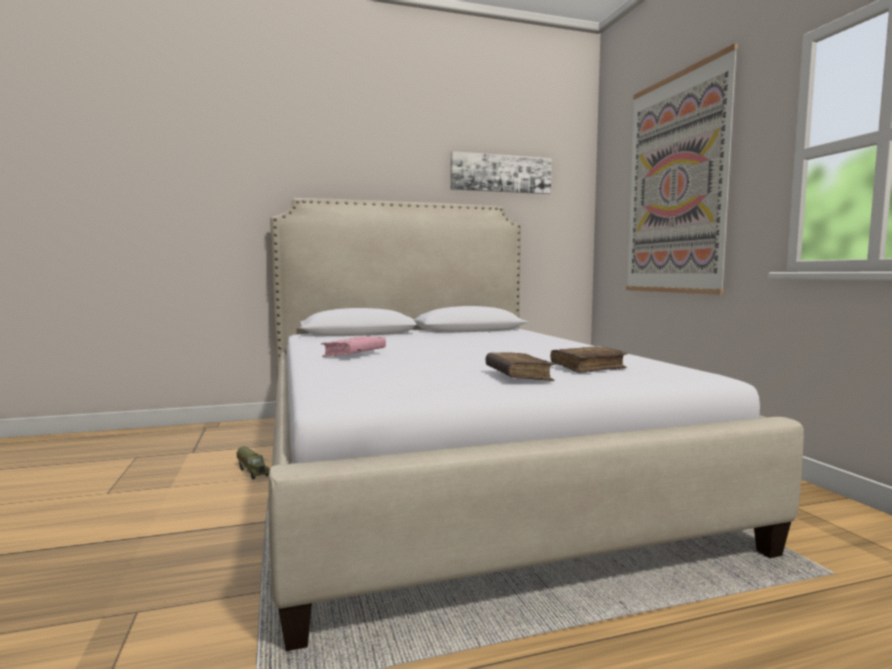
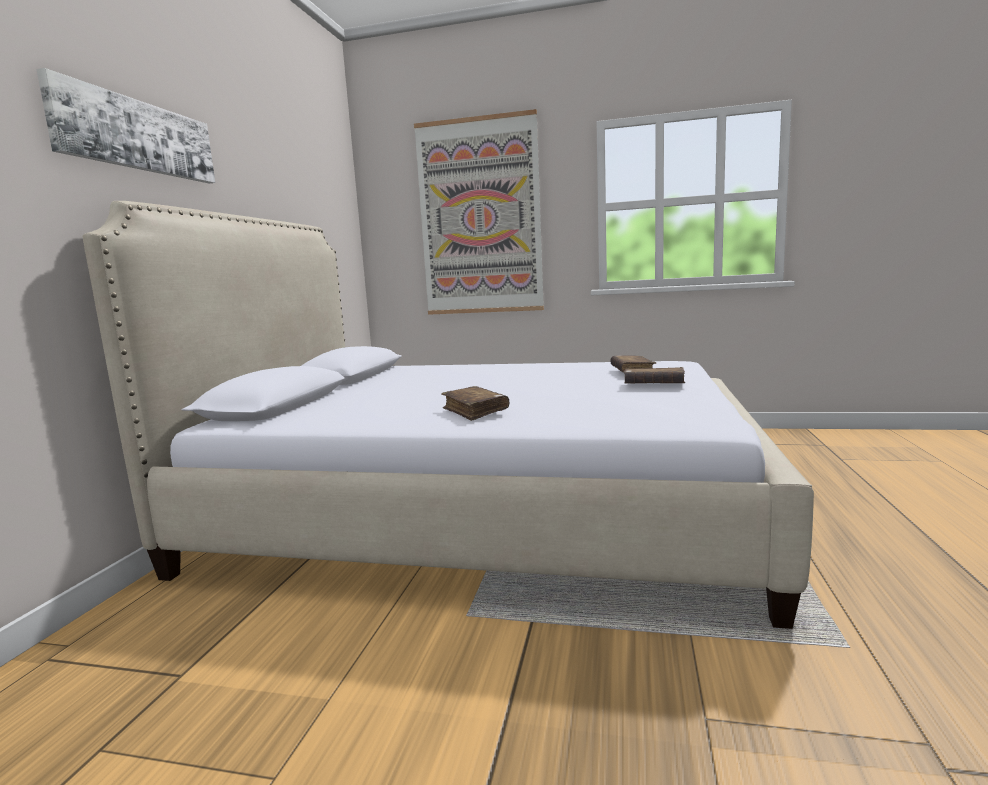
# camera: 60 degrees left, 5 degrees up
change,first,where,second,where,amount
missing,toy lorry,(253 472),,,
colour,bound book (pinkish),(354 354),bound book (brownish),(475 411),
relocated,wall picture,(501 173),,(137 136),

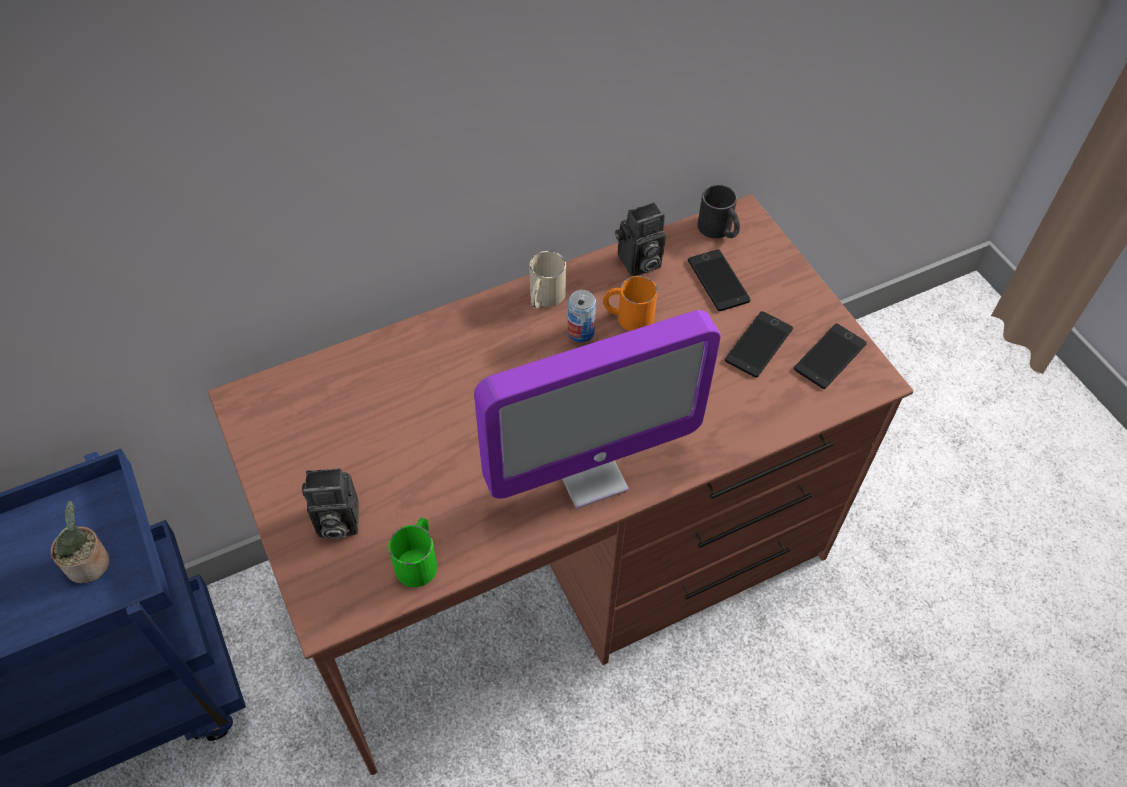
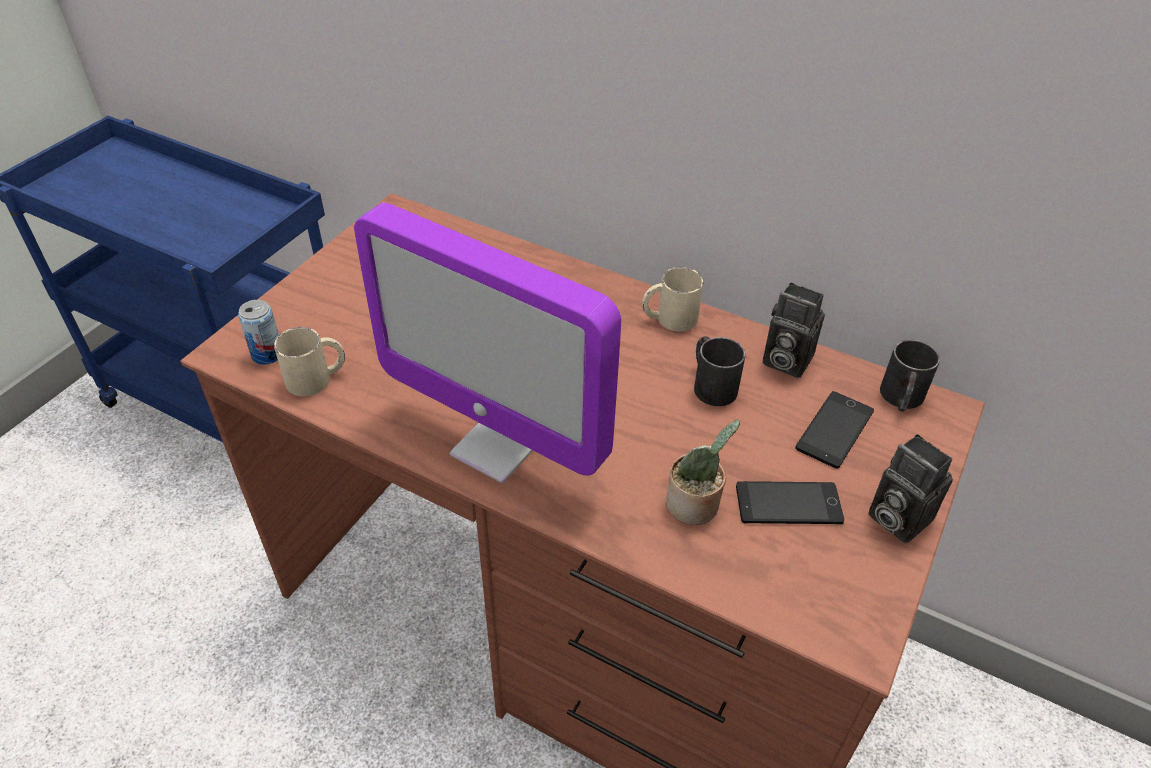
# camera: 55 degrees right, 10 degrees down
change,first,where,second,where,amount
relocated,potted plant,(91 563),,(695 506),
relocated,still camera,(335 522),,(895 517),
colour,tea mug (green),(419 559),tea mug (beige),(317 378),
relocated,sealed can,(581 332),,(267 354),
colour,tea mug (orange),(628 317),tea mug (black),(710 384),
missing,telephone,(830 356),,,

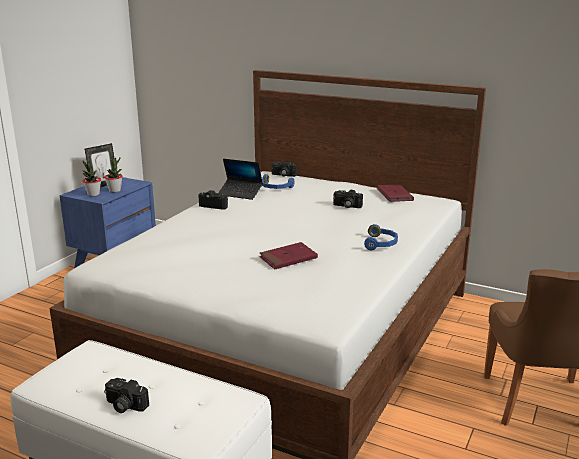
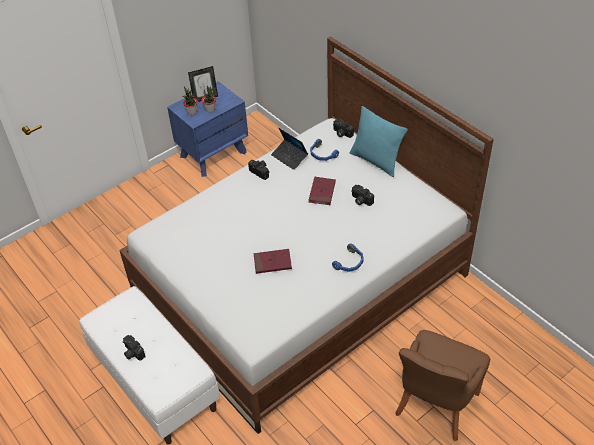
# camera: 25 degrees right, 25 degrees up
change,first,where,second,where,amount
relocated,bound book (reddish),(394 195),,(322 192),
appeared,,,cushion (turquoise),(375 161),

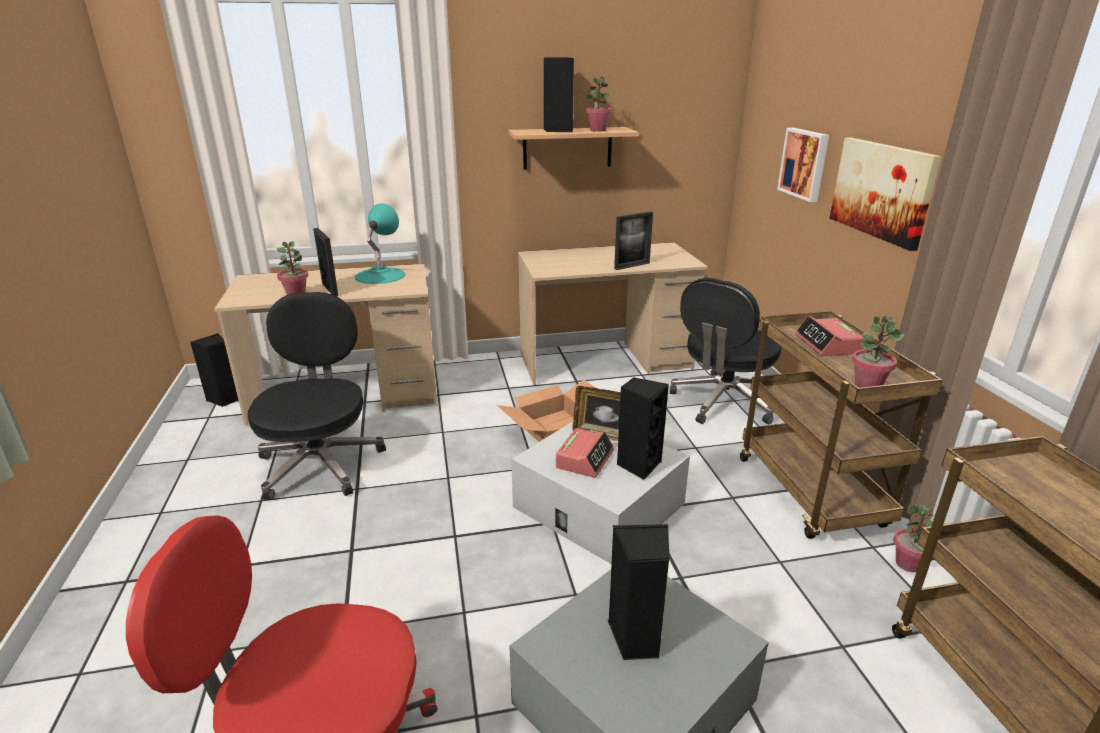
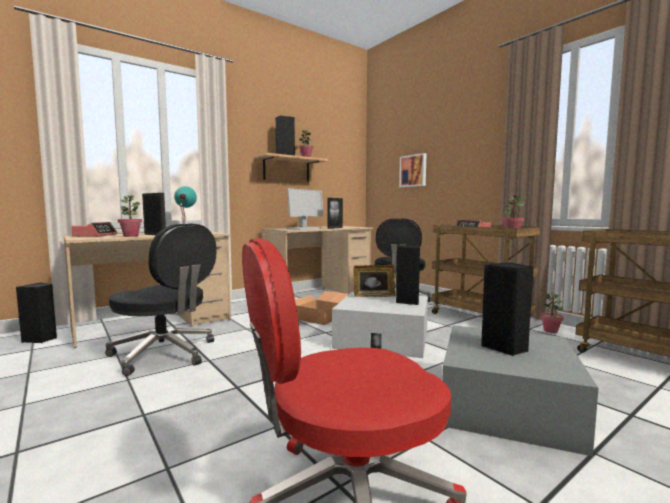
# camera: 25 degrees left, 20 degrees down
change,first,where,second,where,amount
spun,desk chair (black),(321 463),,(165 354),150 degrees clockwise
relocated,bedside clock,(585 459),,(95 235),
missing,wall picture,(882 190),,,
appeared,,,computer display,(304 228),

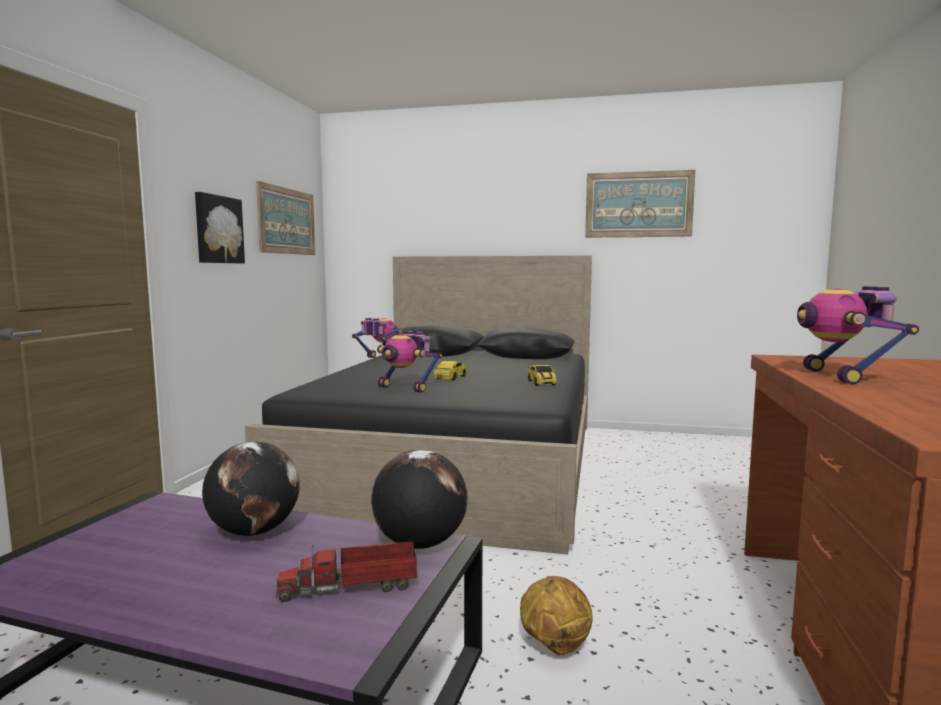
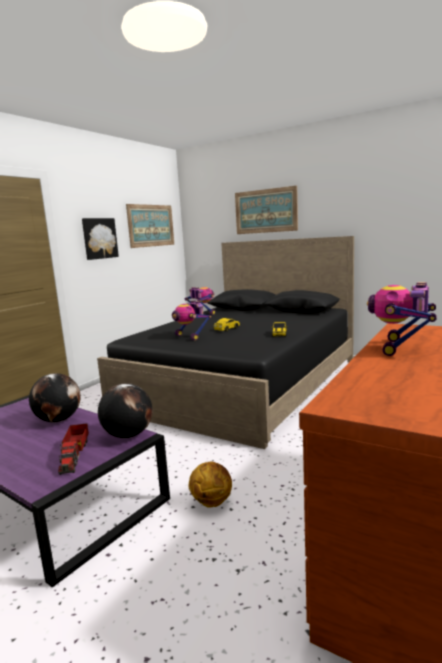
# camera: 20 degrees right, 5 degrees up
change,first,where,second,where,amount
spun,toy lorry,(352 587),,(75 455),105 degrees counterclockwise
relocated,wall picture,(638 204),,(265 211),

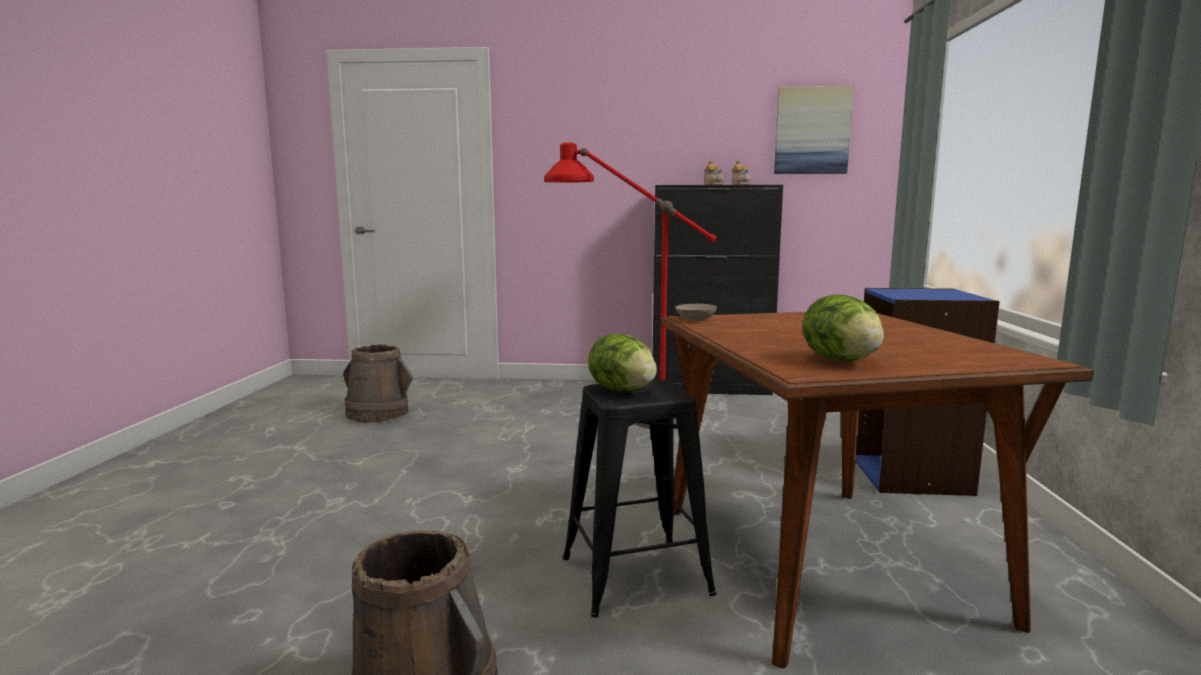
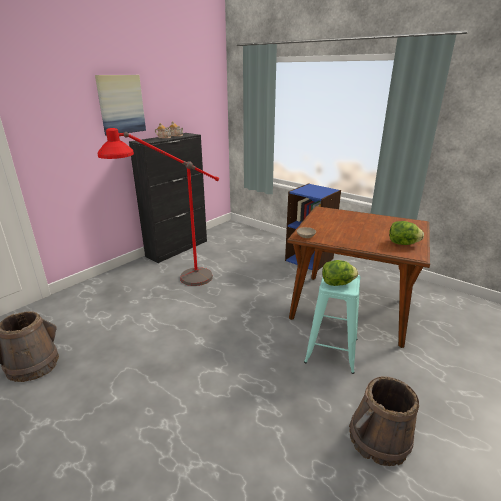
# camera: 55 degrees left, 15 degrees up
change,first,where,second,where,amount
colour,sitting stool (black),(635 576),sitting stool (turquoise),(331 350),
relocated,wall picture,(812 130),,(121 104),

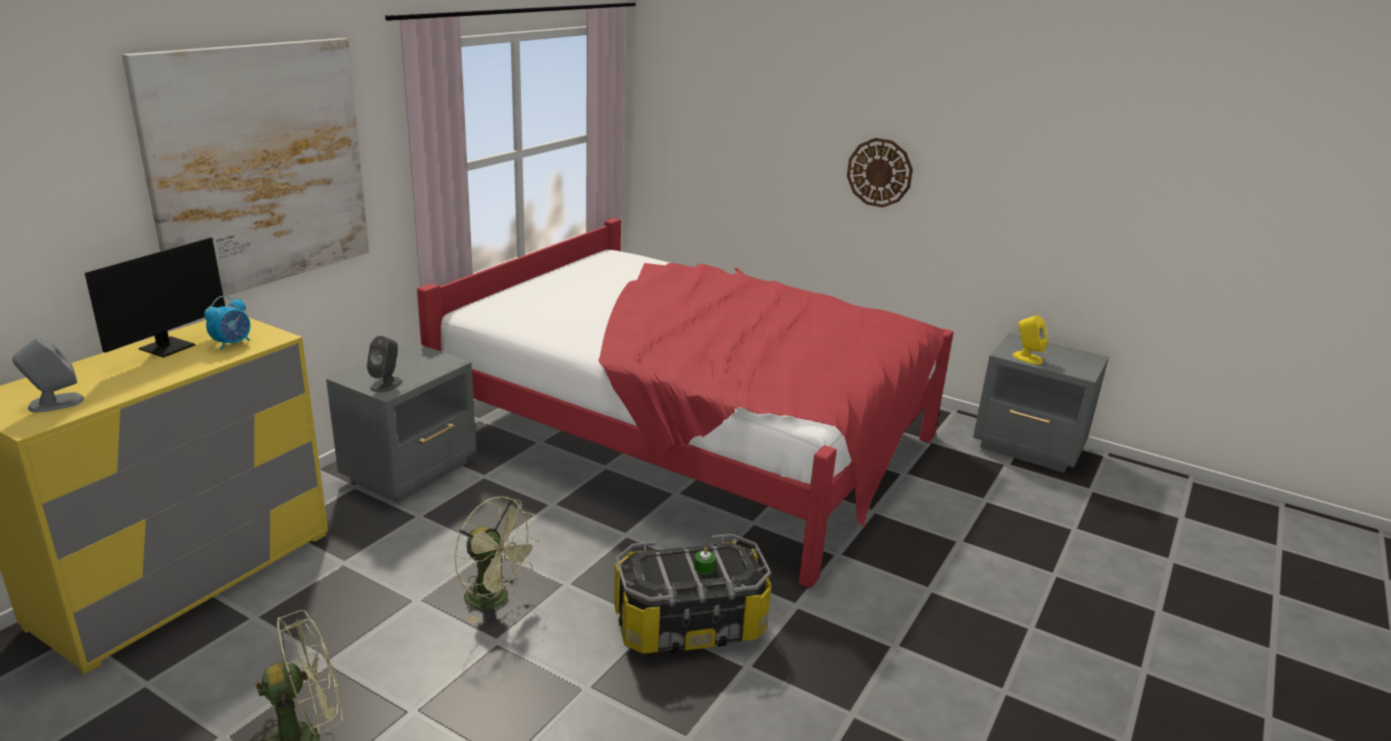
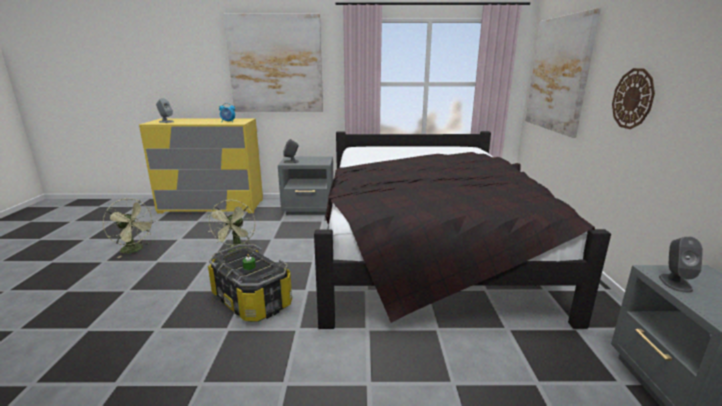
# camera: 60 degrees right, 5 degrees down
change,first,where,second,where,amount
missing,computer display,(174 345),,,
colour,bedroom bed (reddish),(692 436),bedroom bed (black),(426 248),
colour,speaker (yellow),(1027 358),speaker (gray),(675 283),
appeared,,,wall picture,(558 74),

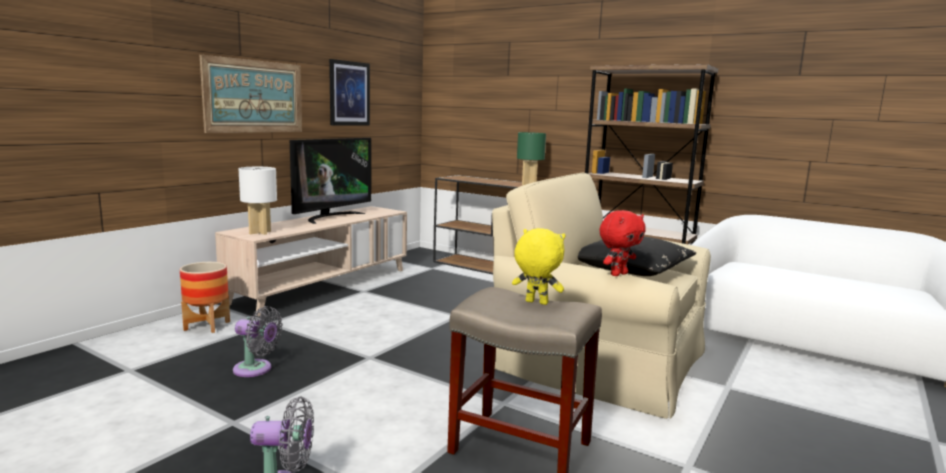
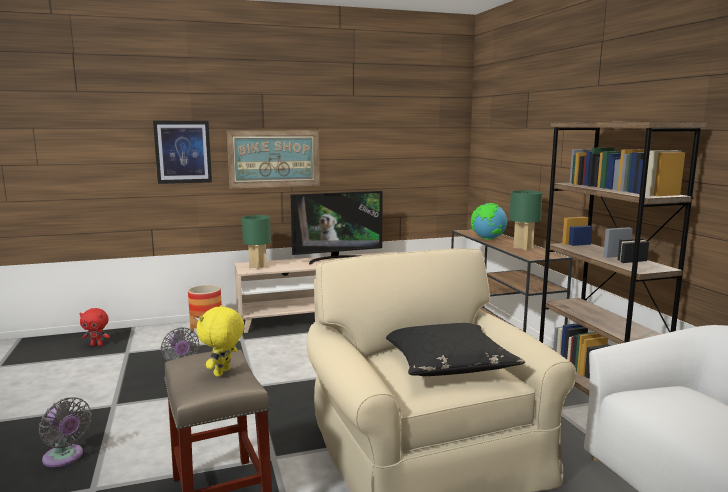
# camera: 40 degrees right, 0 degrees up
change,first,where,second,where,amount
colour,tabletop lamp (white-coloured),(259 232),tabletop lamp (green),(257 267),
relocated,wall picture,(349 93),,(183 152),
spun,cuddly toy (yellow),(536 303),,(223 373),135 degrees counterclockwise
relocated,cuddly toy (reddish),(618 274),,(97 345),
appeared,,,desk globe,(487 239),

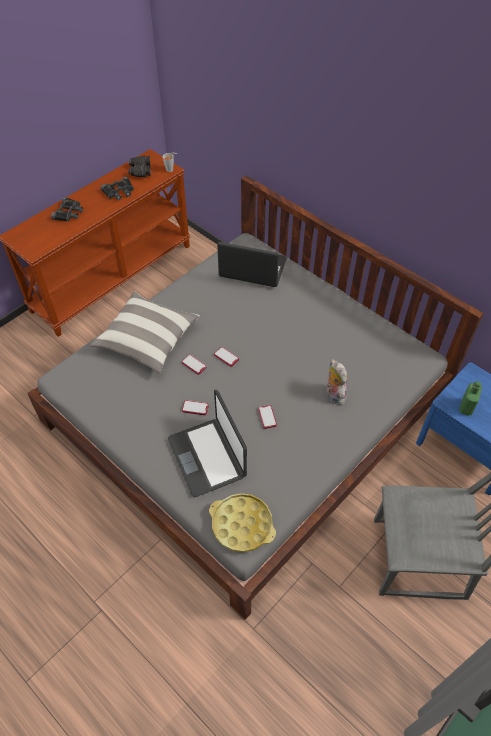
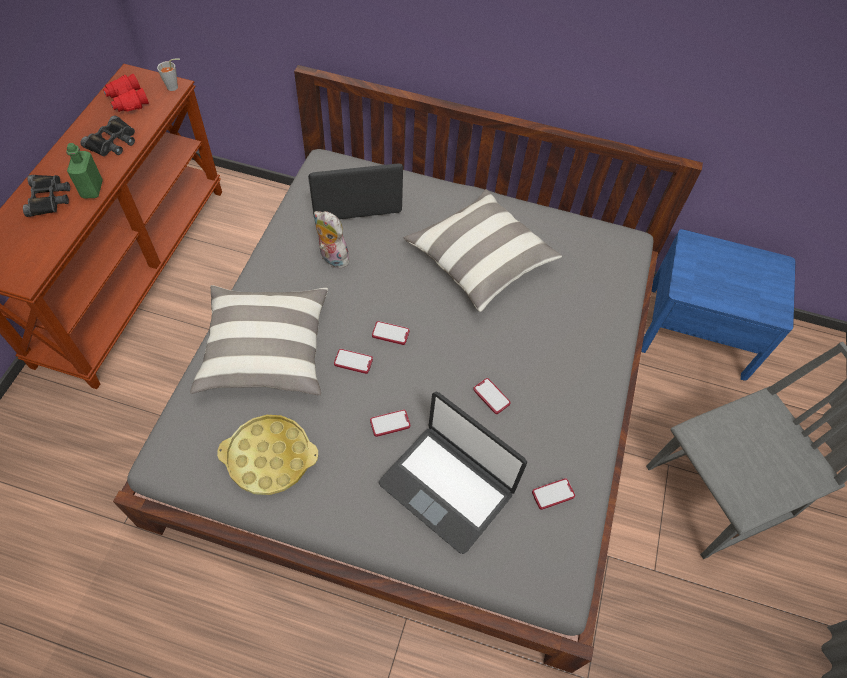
# camera: 30 degrees left, 5 degrees up
change,first,where,second,where,amount
colour,binoculars (black),(140 171),binoculars (reddish),(127 101),
relocated,carrying tray (yellow),(242 525),,(269 457),
relocated,cuddly toy,(333 395),,(332 258),
relocated,bottle (green),(466 407),,(92 189),
appeared,,,cushion,(480 260),
appeared,,,telephone,(553 494),

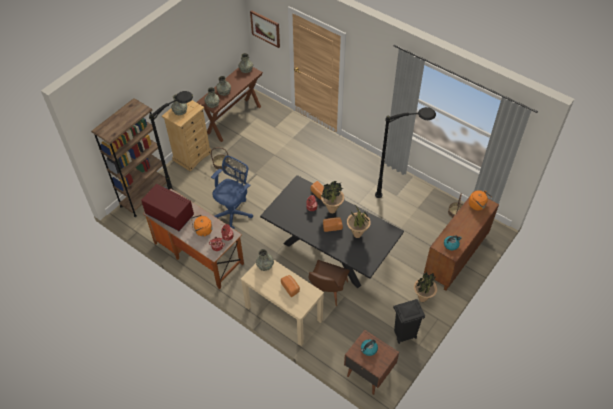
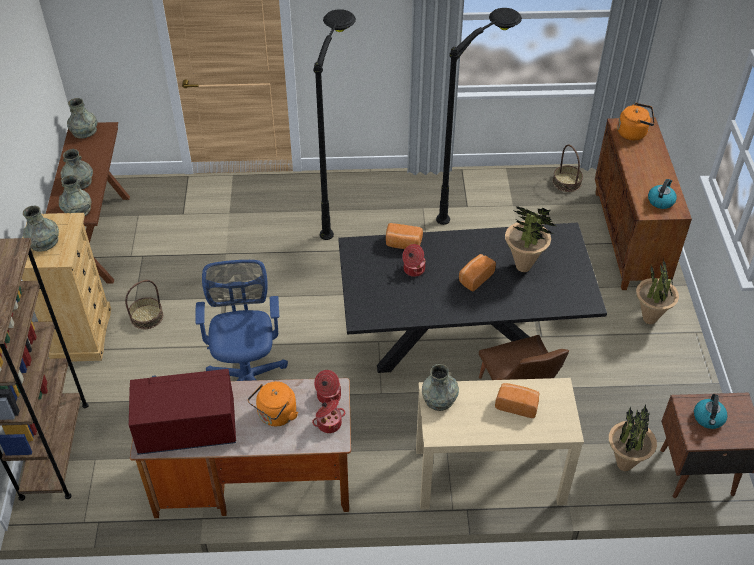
# camera: 40 degrees left, 5 degrees down
change,first,where,second,where,amount
relocated,standing lamp (black),(192 182),,(340 205),
missing,wall picture,(265 28),,,
relocated,potted plant,(332 210),,(624 465),
missing,rubbish bin (black),(404 335),,,

